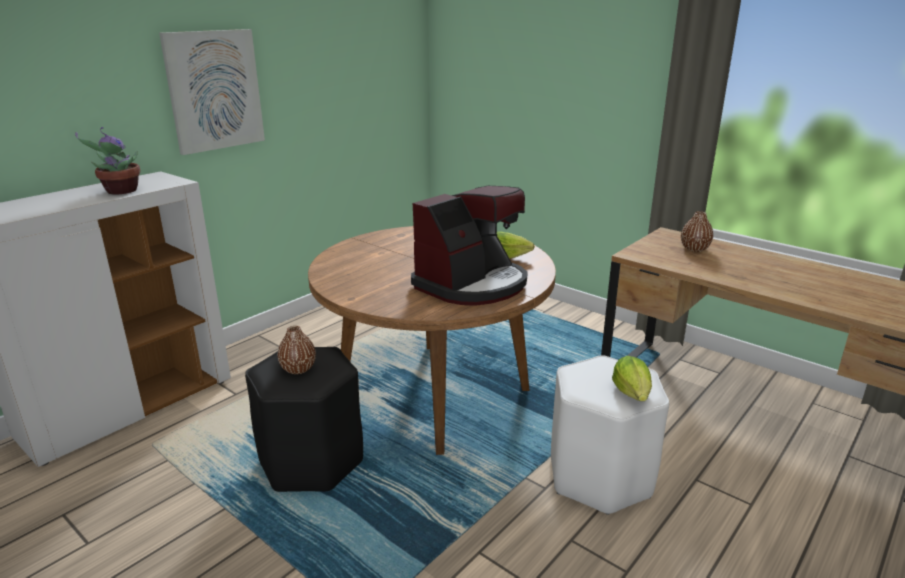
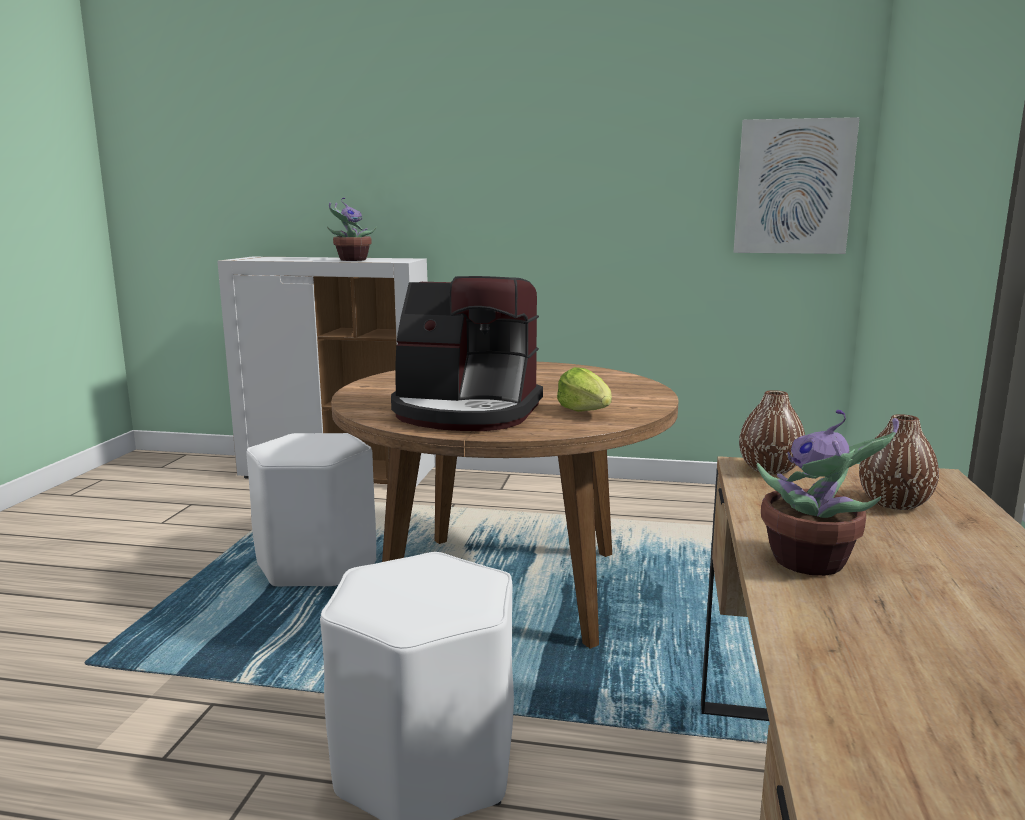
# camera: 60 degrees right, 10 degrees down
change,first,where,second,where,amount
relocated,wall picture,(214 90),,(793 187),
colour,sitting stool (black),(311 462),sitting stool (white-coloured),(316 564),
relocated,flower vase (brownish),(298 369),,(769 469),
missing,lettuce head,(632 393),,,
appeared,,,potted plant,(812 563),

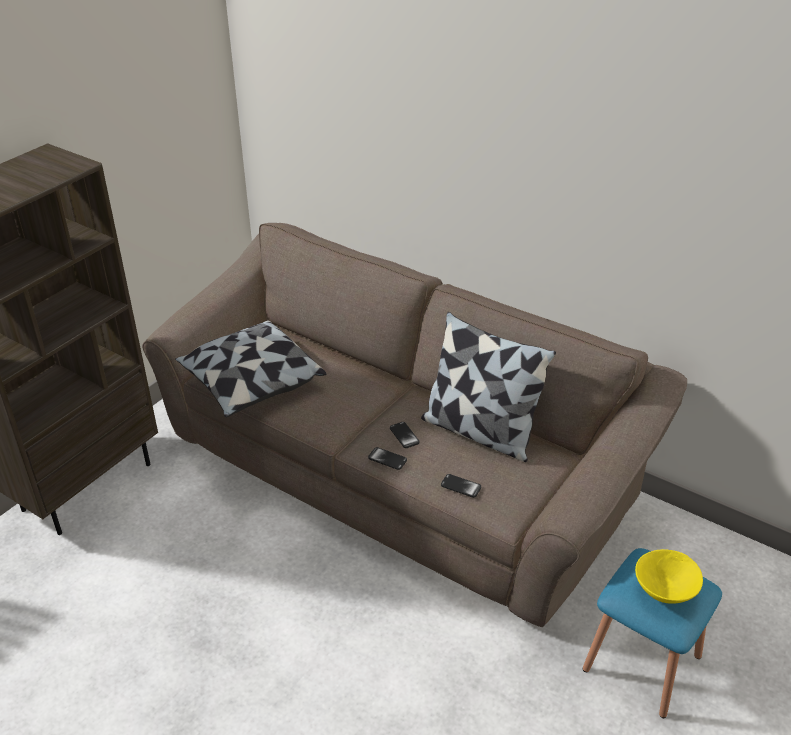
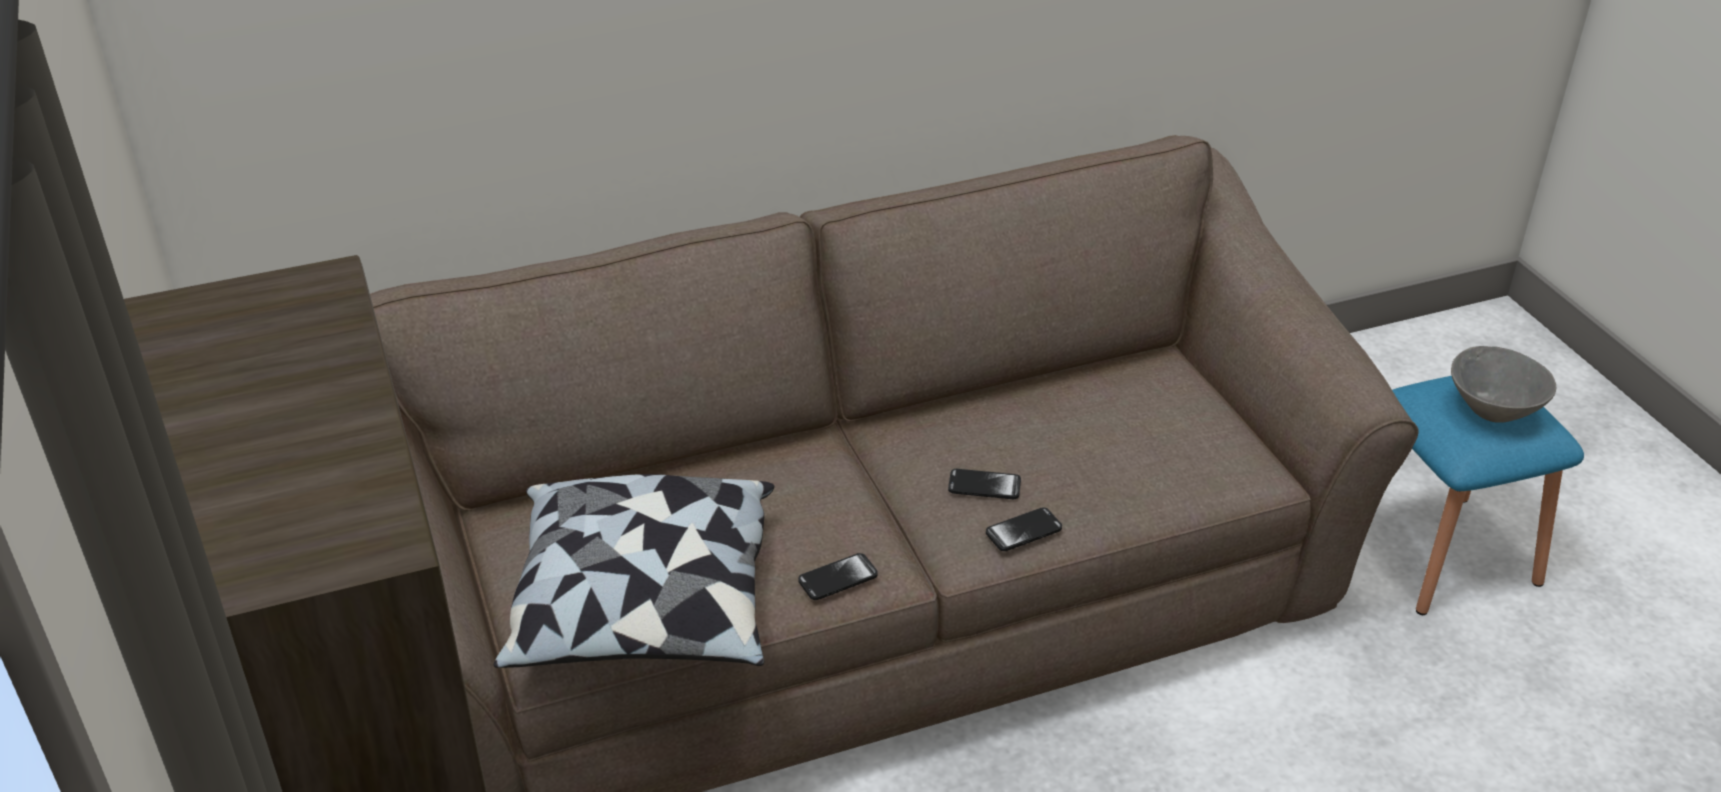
# camera: 55 degrees left, 0 degrees up
change,first,where,second,where,amount
missing,cushion,(480 431),,,
relocated,telephone,(461 486),,(838 578),
colour,bowl (yellow),(665 591),bowl (gray),(1493 409),

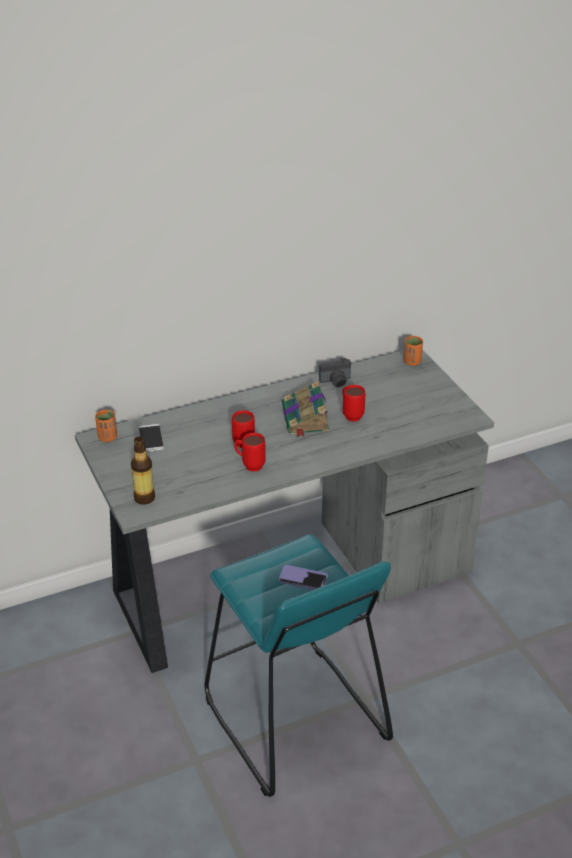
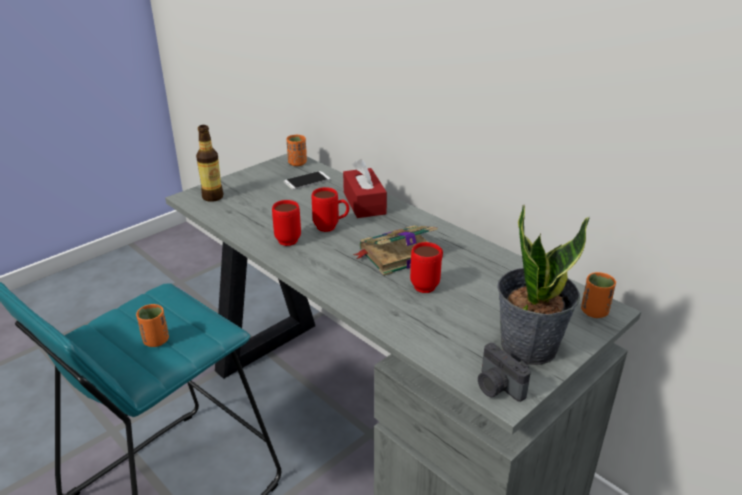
# camera: 70 degrees right, 5 degrees down
change,first,where,second,where,amount
exchanged,telephone,(303 579),drinking cup (orange),(156 341),
relocated,still camera,(336 381),,(497 387),
appeared,,,box of tissues (reddish),(364 203),
appeared,,,potted plant,(528 345),

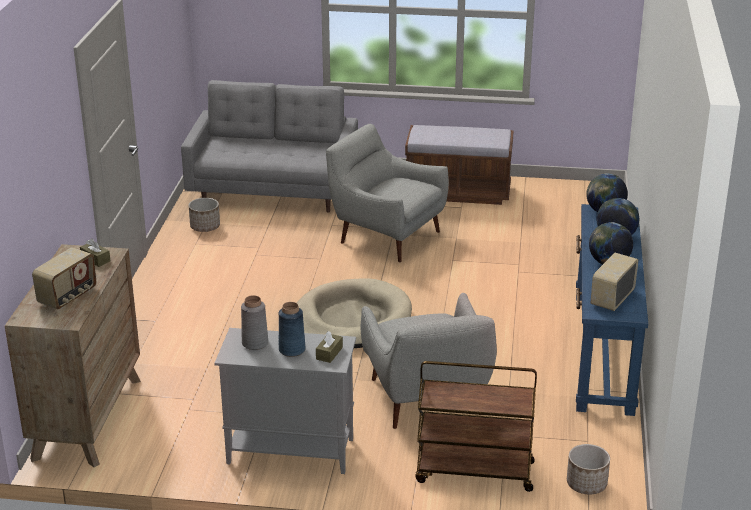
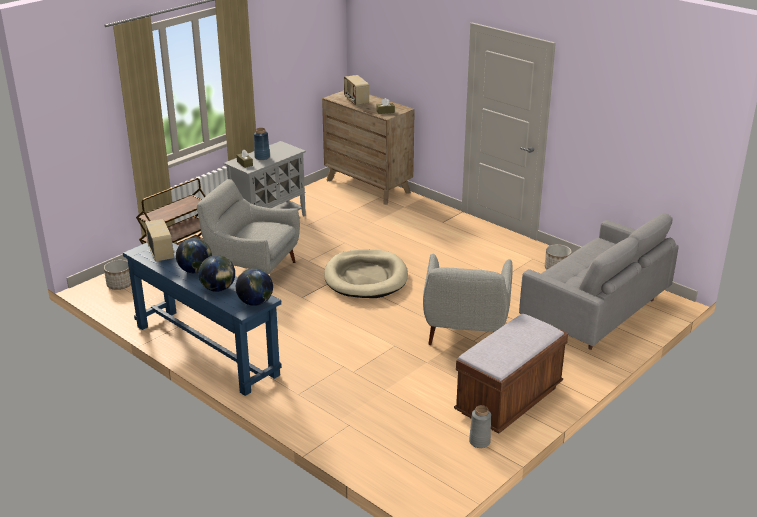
# camera: 125 degrees right, 0 degrees up
change,first,where,second,where,amount
relocated,flower vase (gray),(255 343),,(479 442),
spun,easy chair (gray),(386 236),,(465 332),120 degrees clockwise

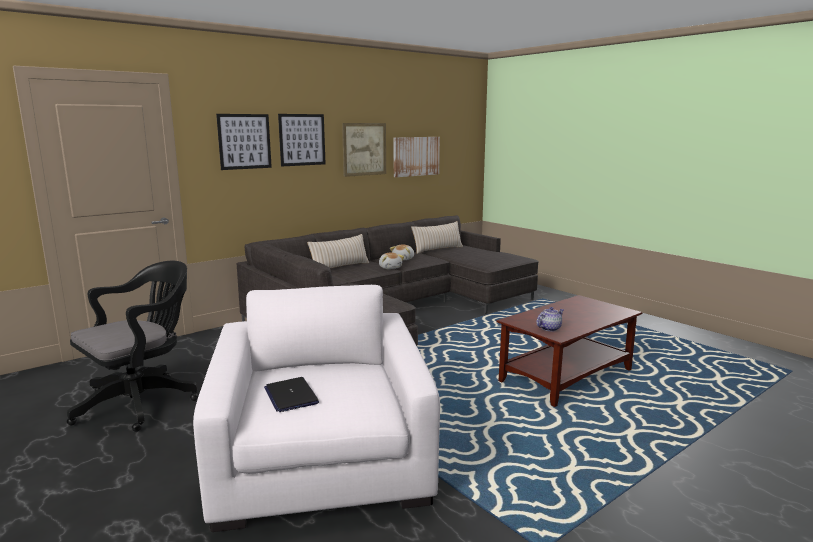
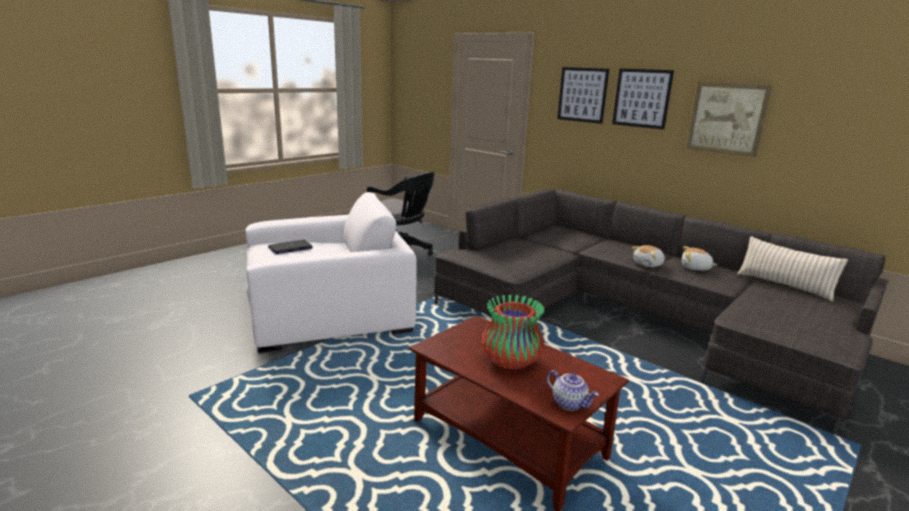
# camera: 80 degrees right, 5 degrees up
change,first,where,second,where,amount
missing,cushion (beige),(340 267),,,
missing,wall picture,(416 156),,,
relocated,teapot,(549 328),,(570 403),
appeared,,,flower vase,(510 361),

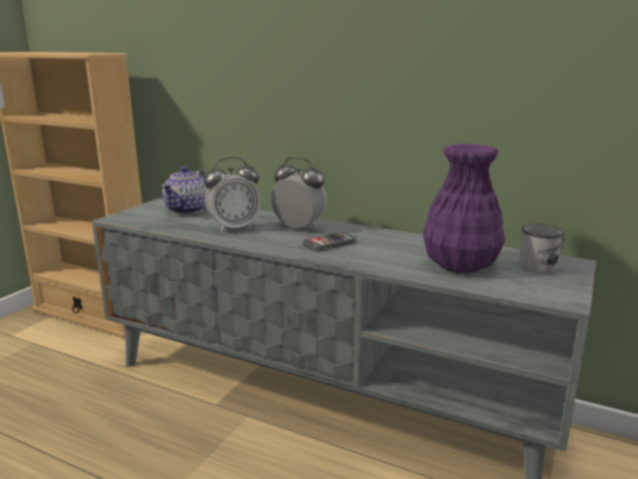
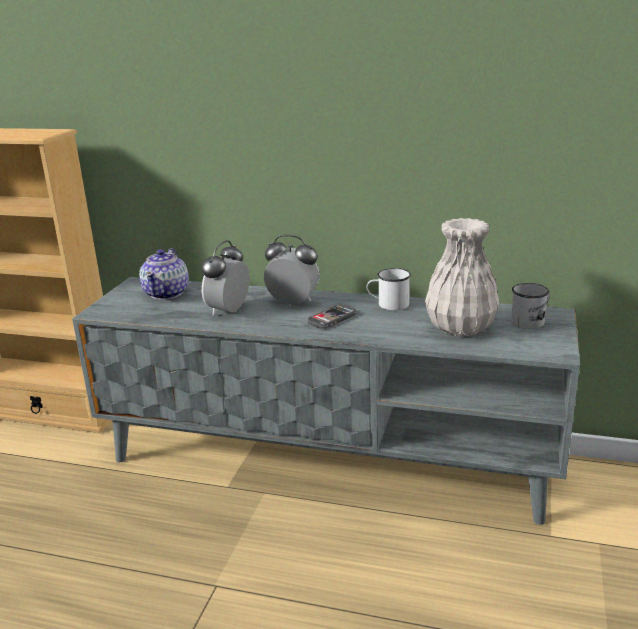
# camera: 10 degrees left, 5 degrees up
change,first,where,second,where,amount
spun,bedside clock,(234 228),,(228 311),150 degrees clockwise
colour,flower vase (purplish),(460 264),flower vase (white-coloured),(460 327),
appeared,,,tea mug (white-coloured),(388 305),

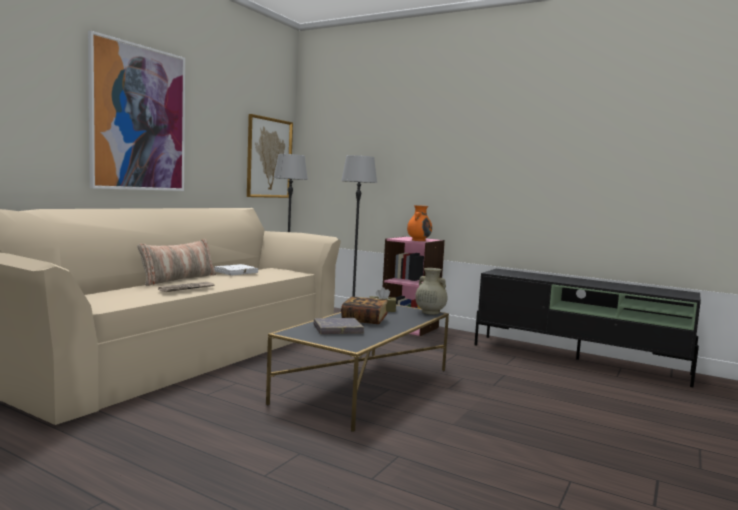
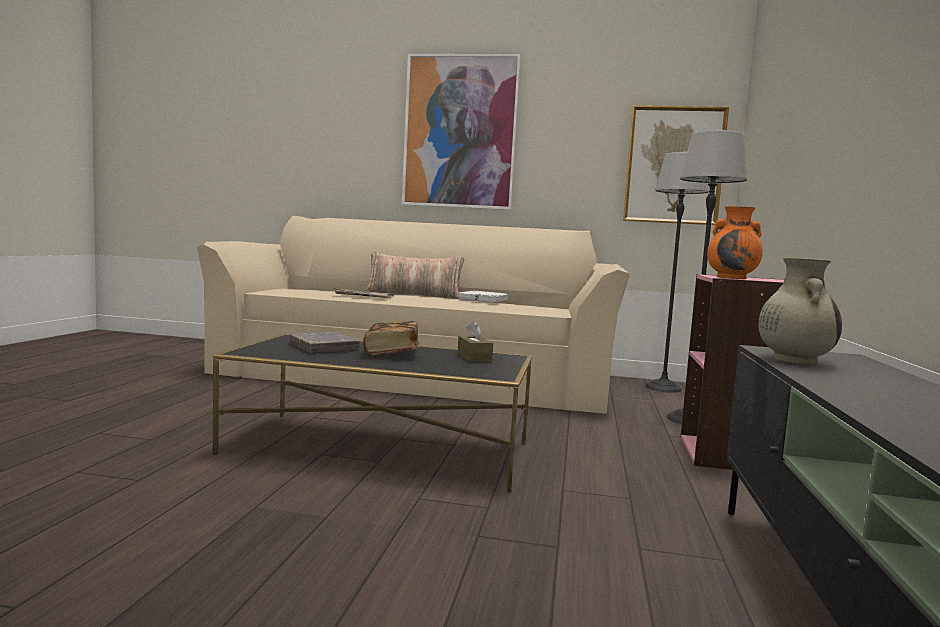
# camera: 70 degrees right, 0 degrees up
change,first,where,second,where,amount
relocated,flower vase (beige),(429 312),,(794 360),

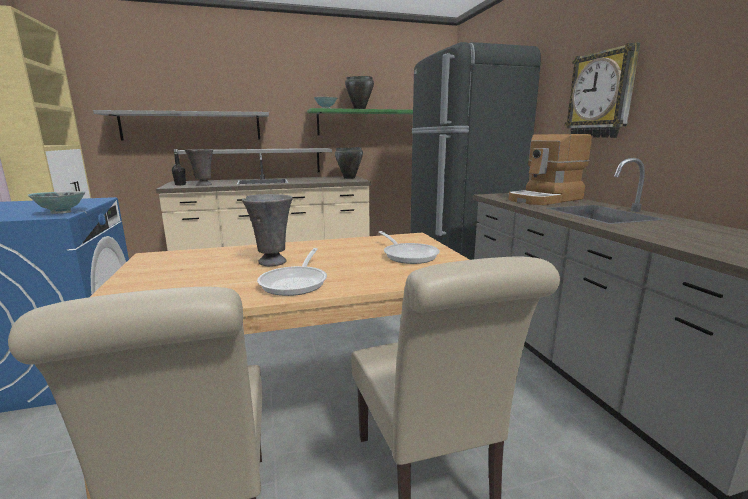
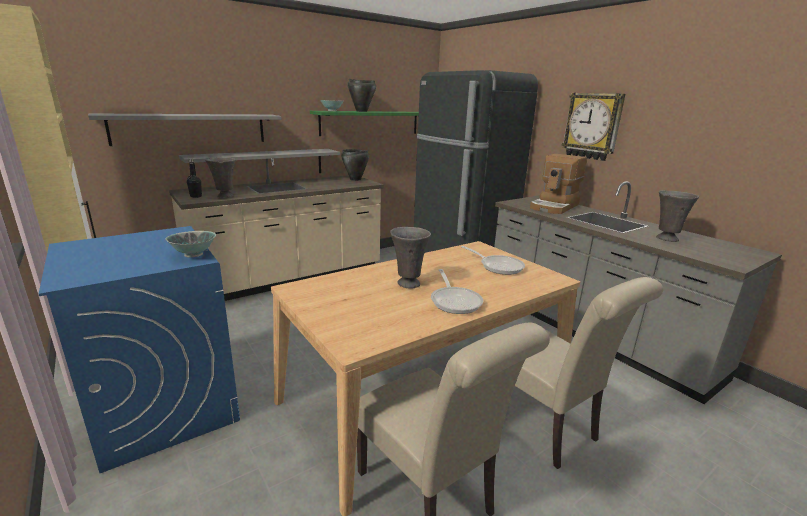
# camera: 20 degrees left, 5 degrees up
change,first,where,second,where,amount
appeared,,,flower vase (gray),(666 239),

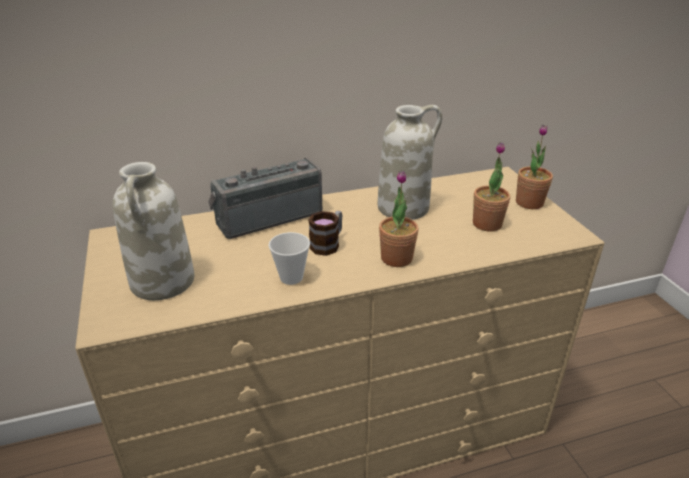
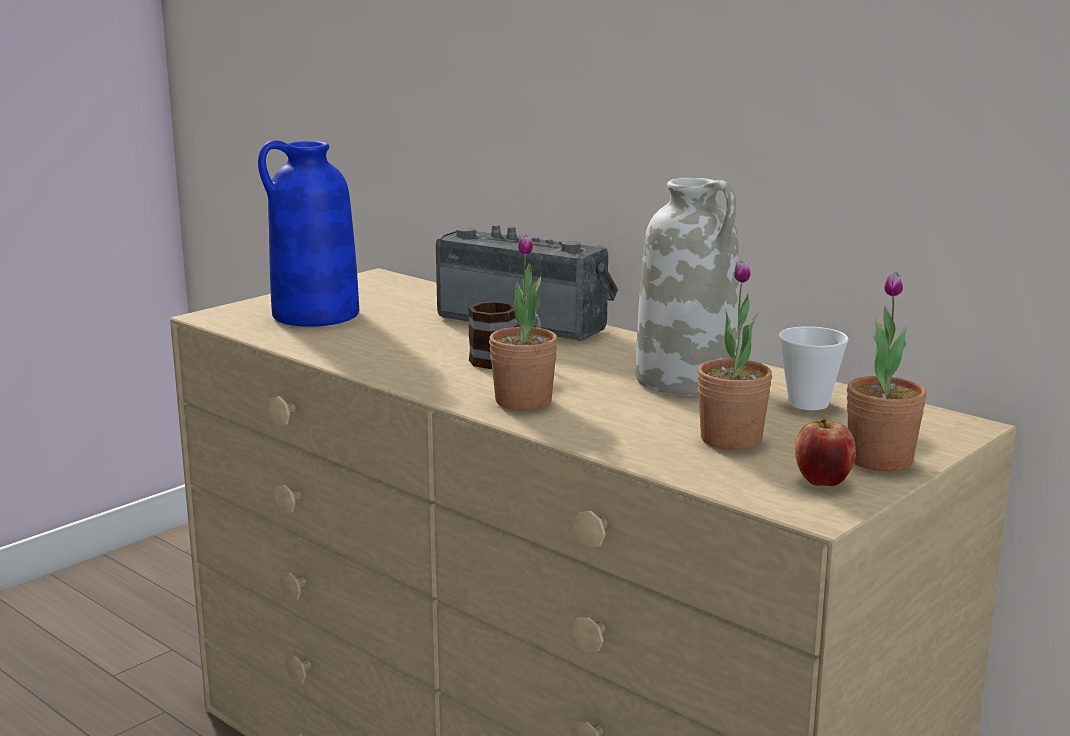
# camera: 60 degrees right, 15 degrees down
change,first,where,second,where,amount
colour,flower vase (white-coloured),(163 282),flower vase (blue-coloured),(314 315),
relocated,drinking cup,(291 277),,(808 403),
appeared,,,apple,(823 482),

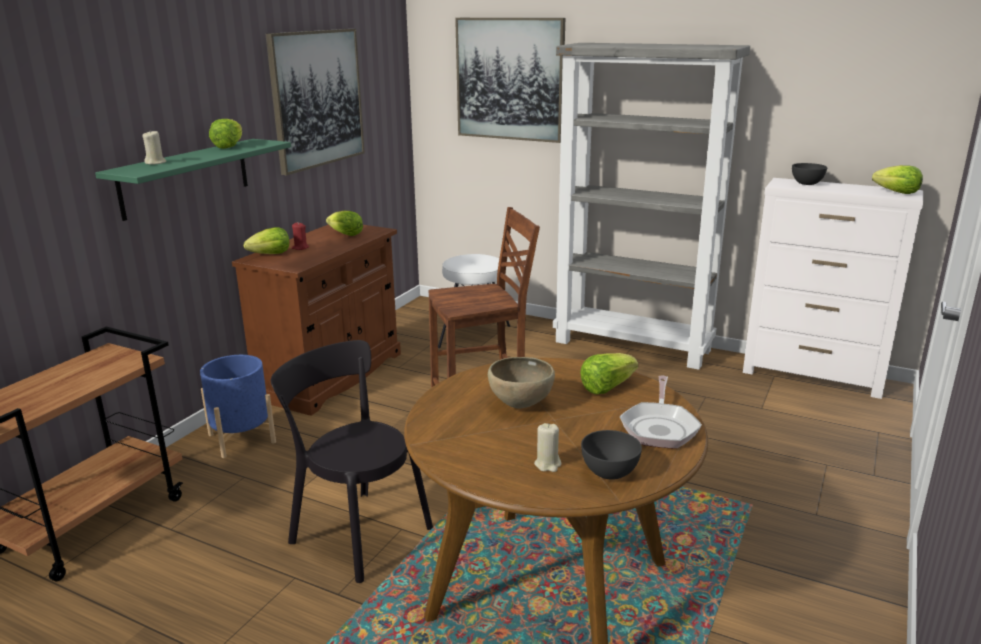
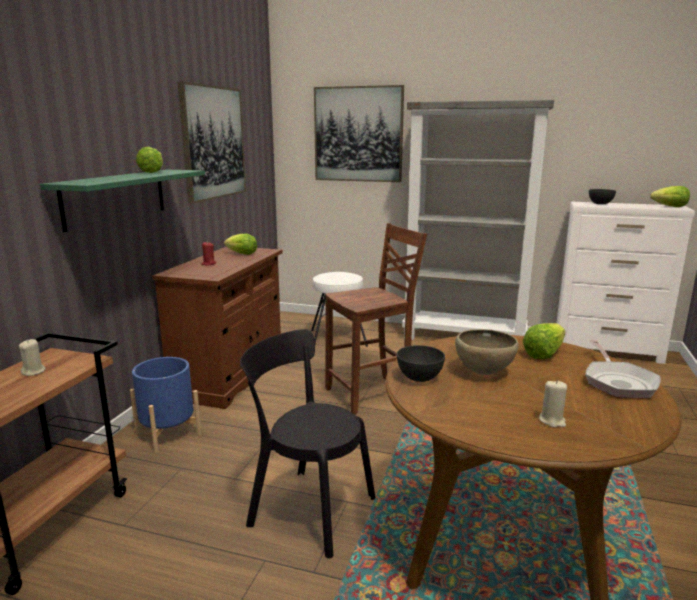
# camera: 10 degrees left, 5 degrees down
change,first,where,second,where,amount
relocated,wax candle (beige),(156 163),,(34 372),
missing,lettuce head,(271 254),,,
relocated,bowl (gray),(610 472),,(420 377),

